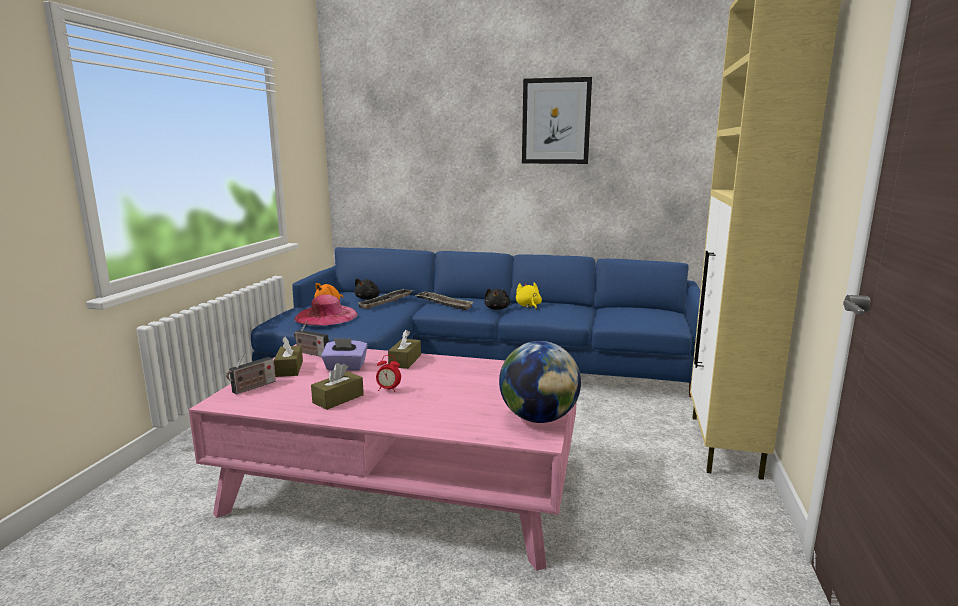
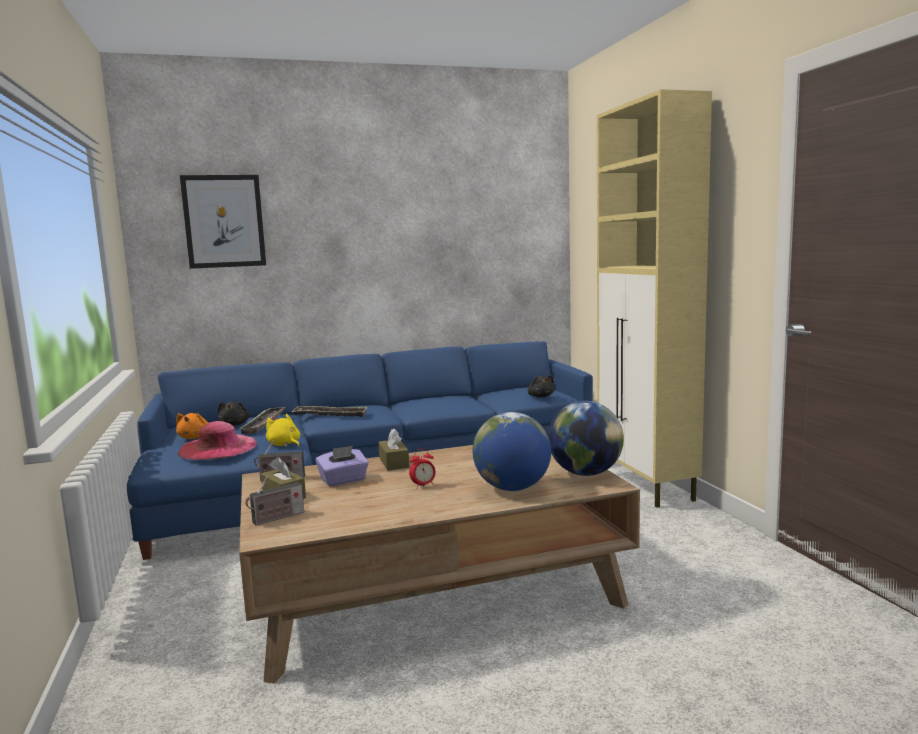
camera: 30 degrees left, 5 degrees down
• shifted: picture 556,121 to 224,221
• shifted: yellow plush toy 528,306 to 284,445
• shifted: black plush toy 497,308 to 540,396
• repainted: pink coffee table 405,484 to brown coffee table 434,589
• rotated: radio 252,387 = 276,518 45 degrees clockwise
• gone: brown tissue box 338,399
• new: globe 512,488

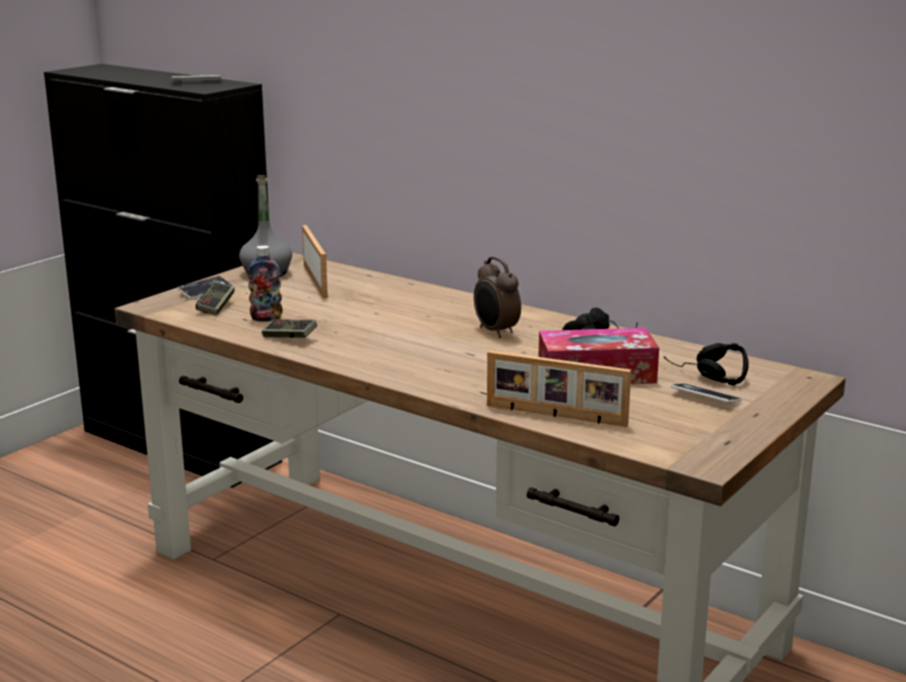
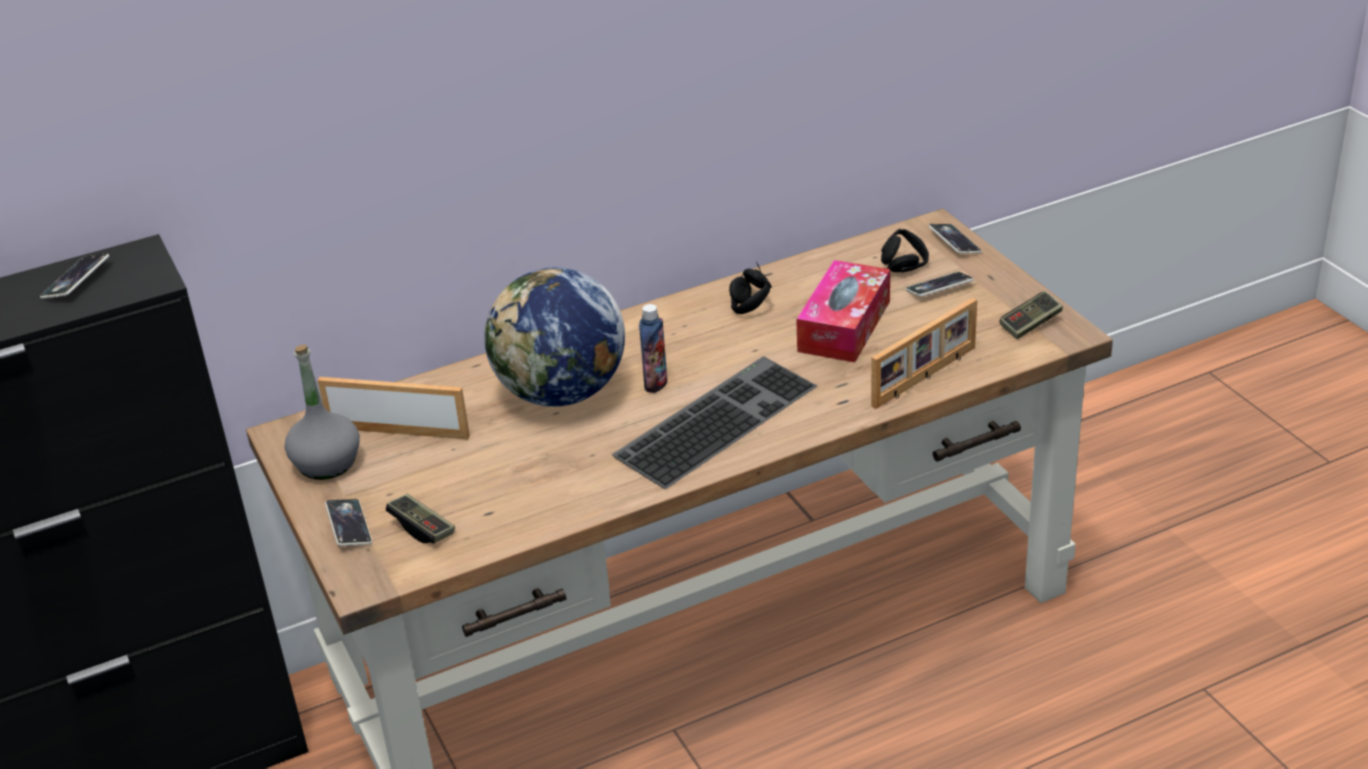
camera: 60 degrees left, 15 degrees up
• shifted: bottle 266,318 to 656,383
• gone: alarm clock 495,332
• shifted: game controller 289,338 to 1030,324
• new: phone 954,242
• new: globe 561,393
• new: keyboard 715,419

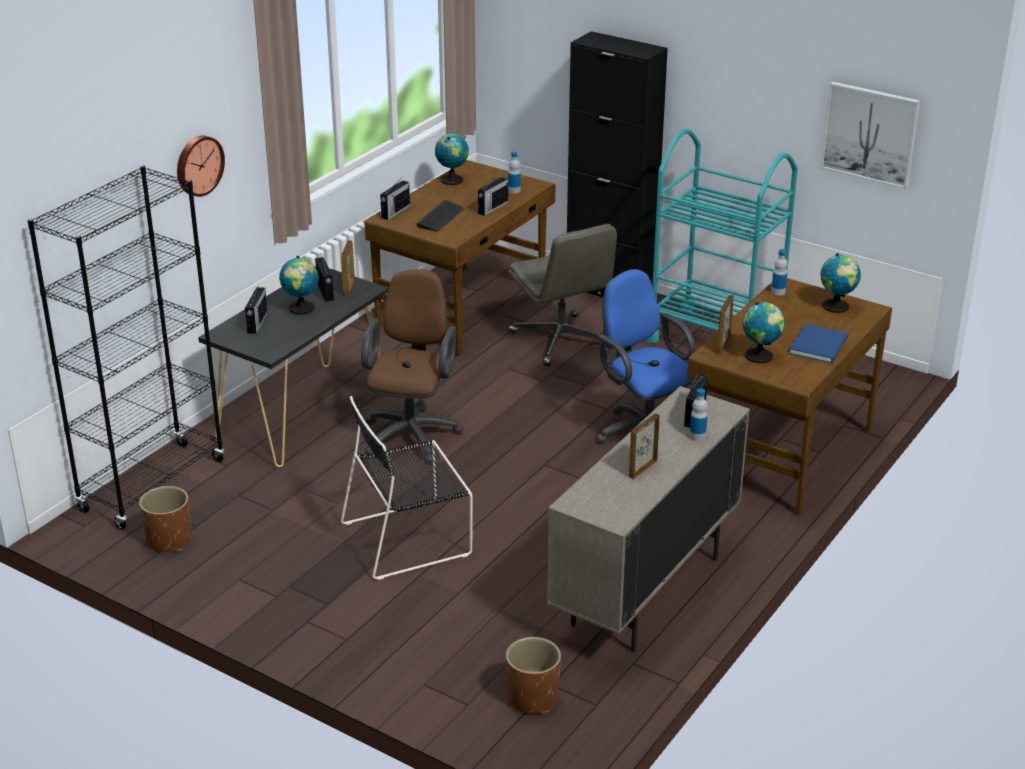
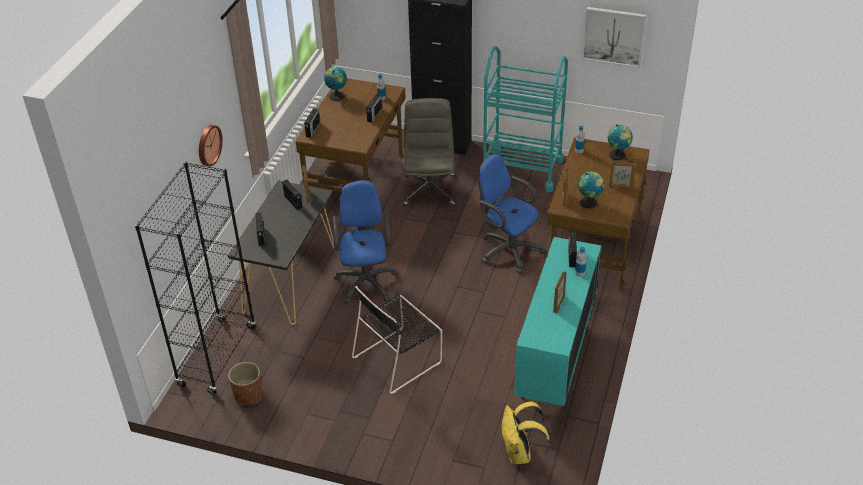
camera: 15 degrees left, 10 degrees up
• gone: keyboard 440,217
• rotated: grey office chair 562,341 = 429,190 135 degrees counterclockwise
• gone: globe 301,309
• repainted: brown office chair 412,433 to blue office chair 366,280
• swapped: blue book 820,345 to picture frame 620,187
• repainted: beige cabinet 645,592 to turquoise cabinet 555,365
• swapped: brown planter 533,698 to yellow backpack 520,454

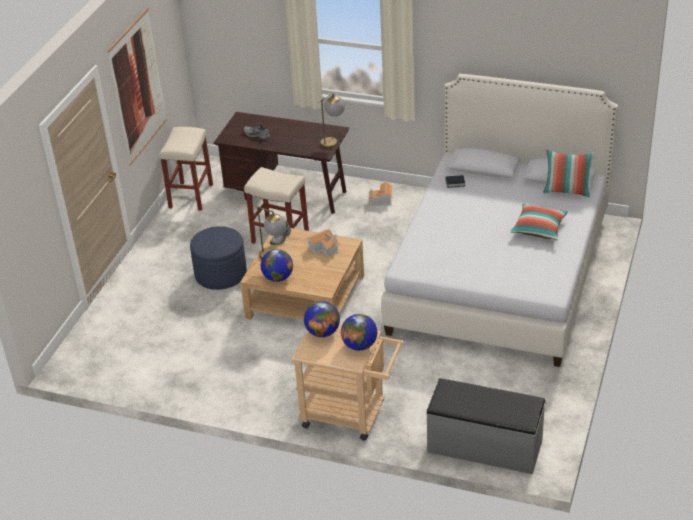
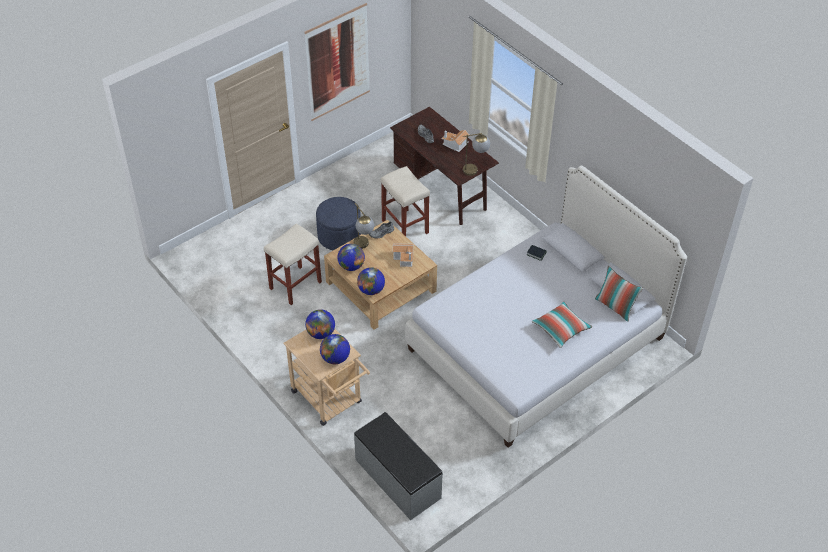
camera: 30 degrees right, 10 degrees up
• shifted: beige stool 191,195 to 295,284
• shifted: toy house 381,201 to 455,144
• new: globe 371,290

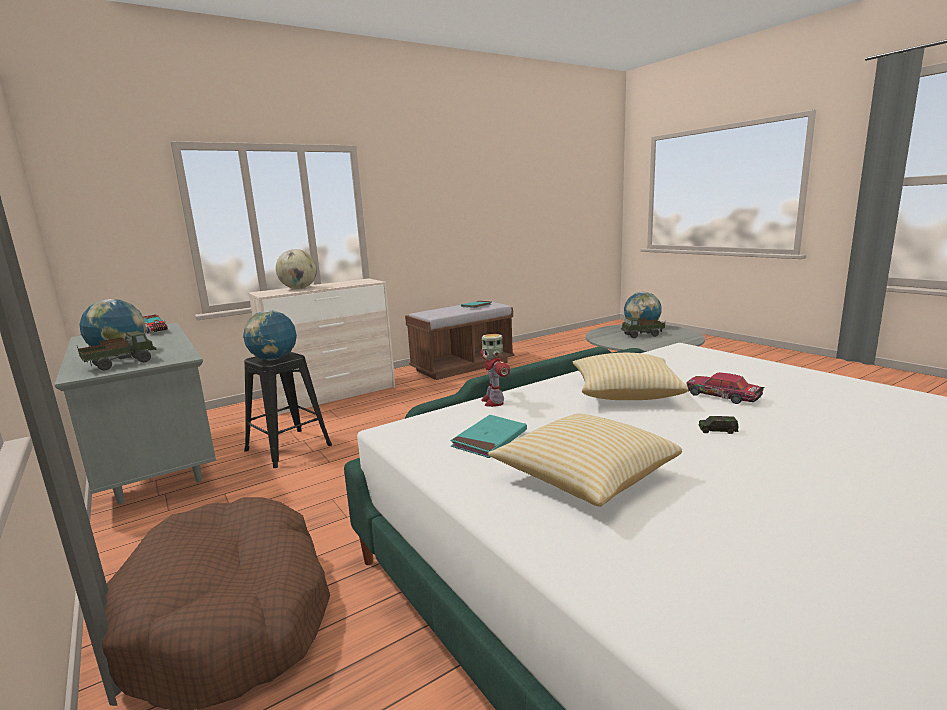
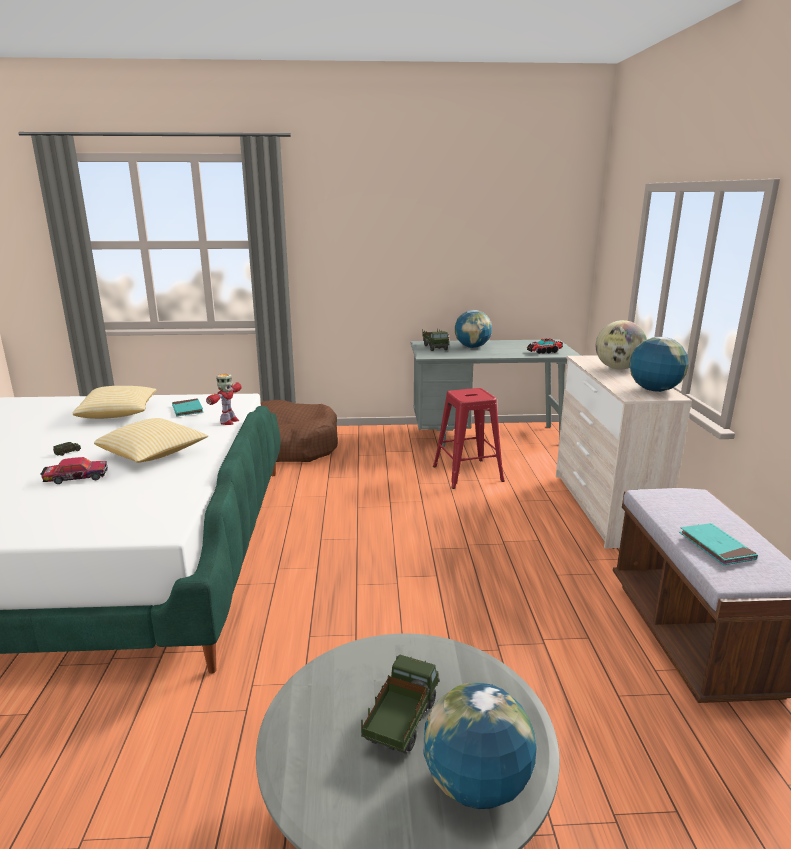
camera: 120 degrees right, 5 degrees up
• shifted: globe 274,359 to 654,390
• rotated: toy robot 493,401 = 228,422 90 degrees clockwise
• repainted: black stool 289,447 to red stool 467,474

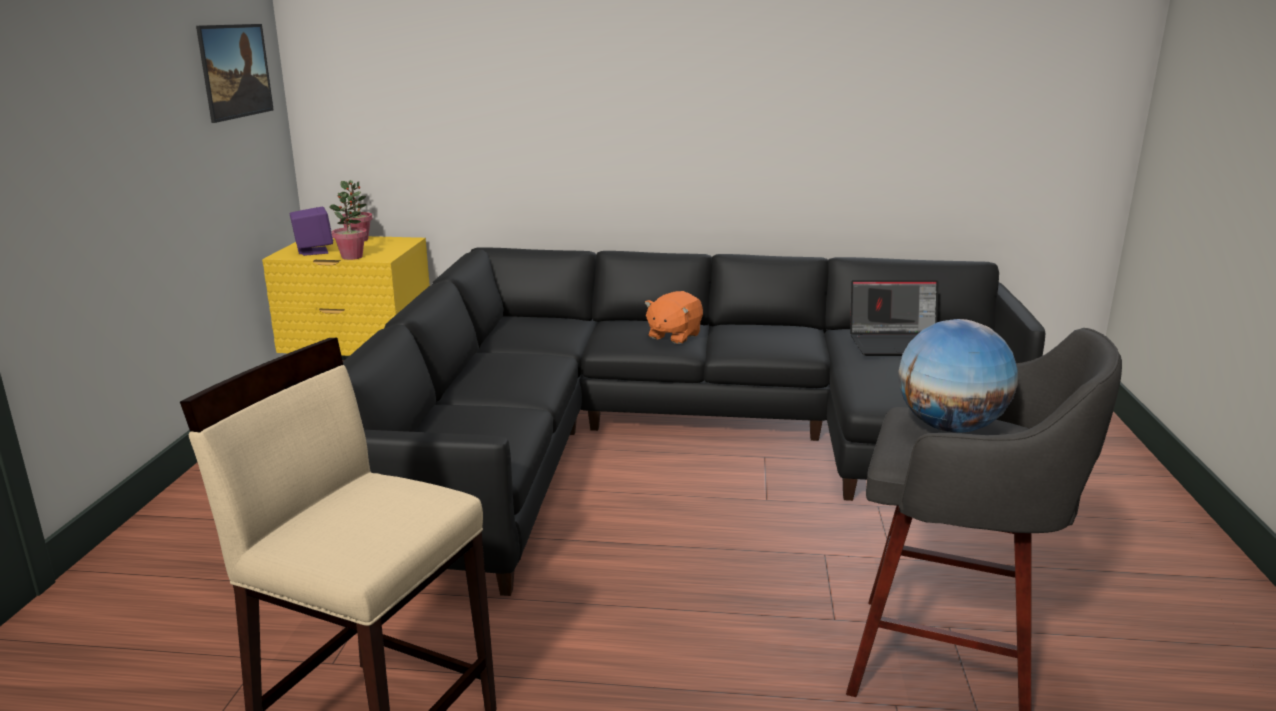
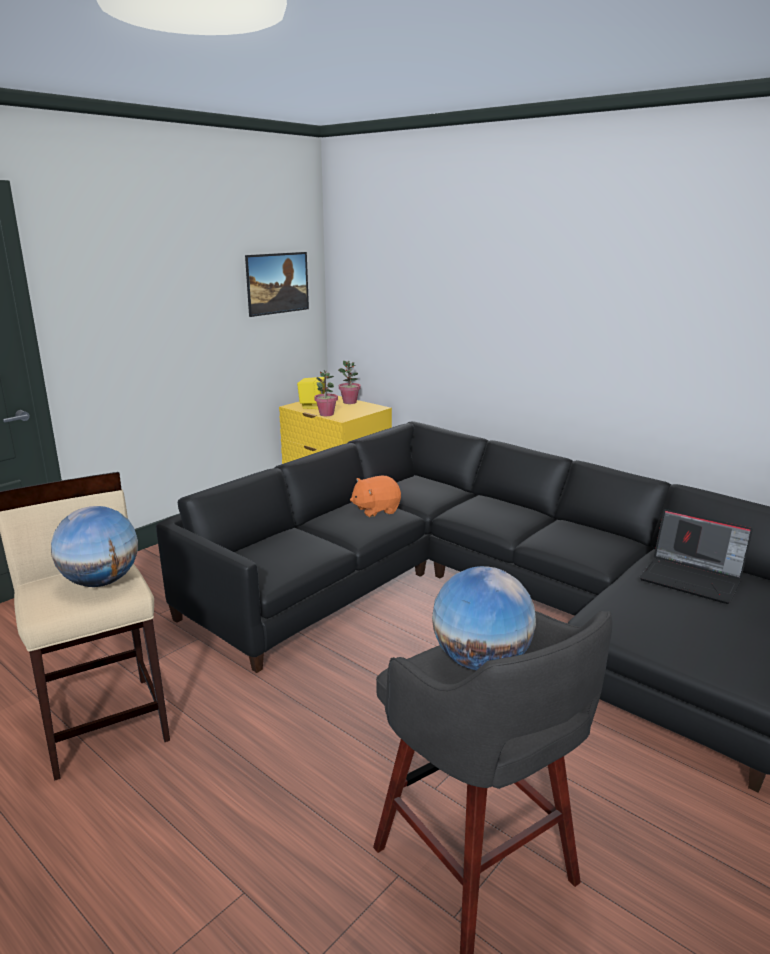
camera: 35 degrees right, 0 degrees up
• repainted: purple speaker 314,251 to yellow speaker 313,406
• shifted: orange plush toy 673,336 to 376,510
• new: globe 101,582

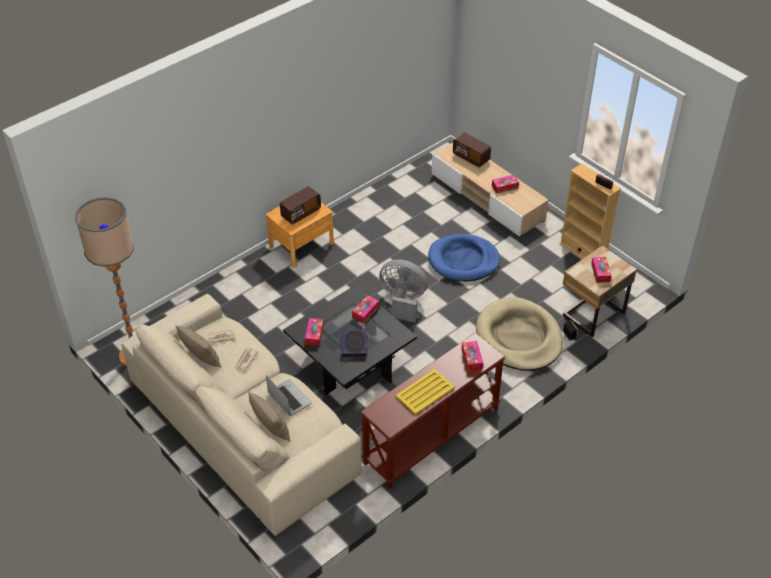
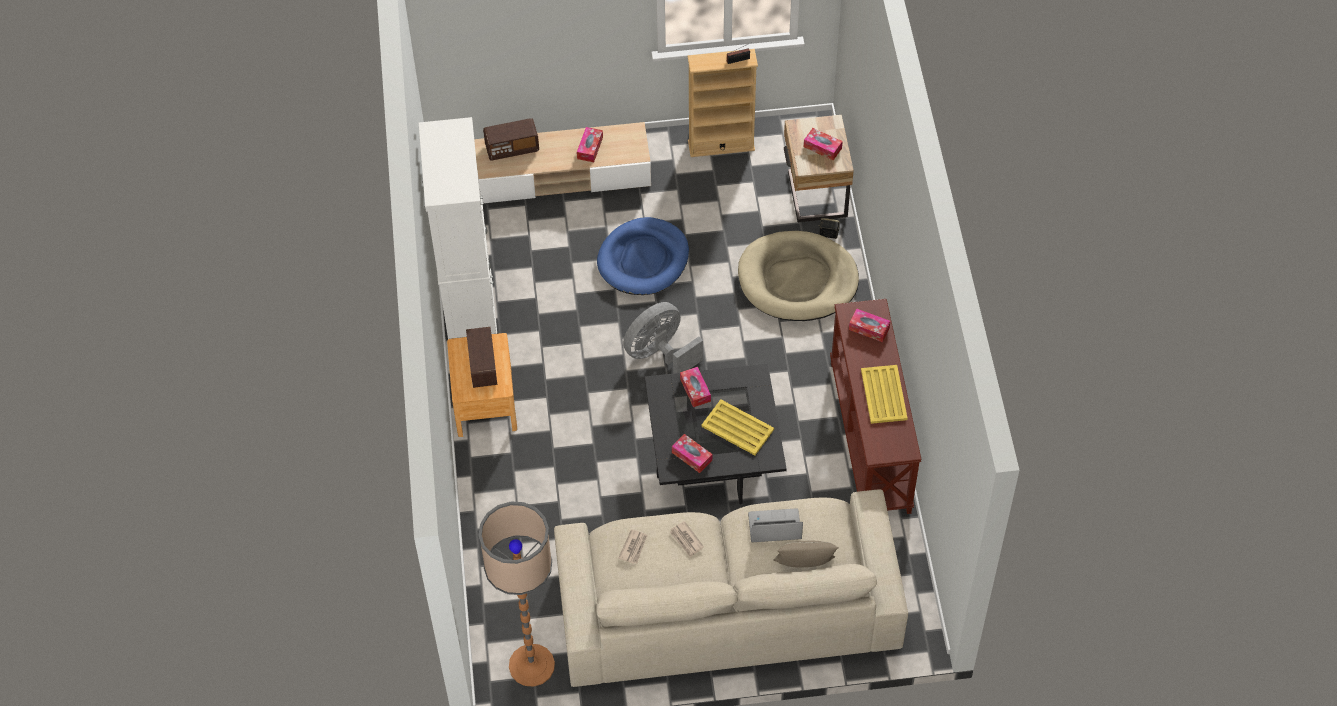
camera: 55 degrees left, 10 degrees up
• gone: beige pillow 201,359
• swapped: book 354,345 to yellow tray 737,427
• new: white cabinet 470,311

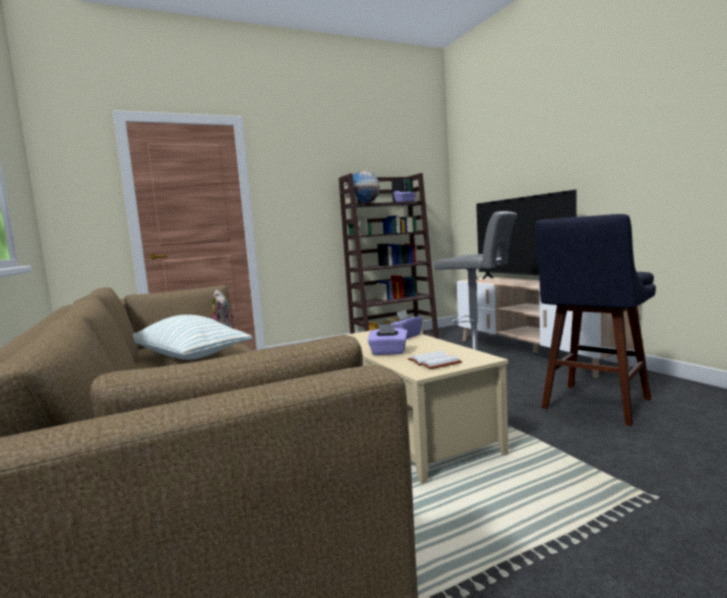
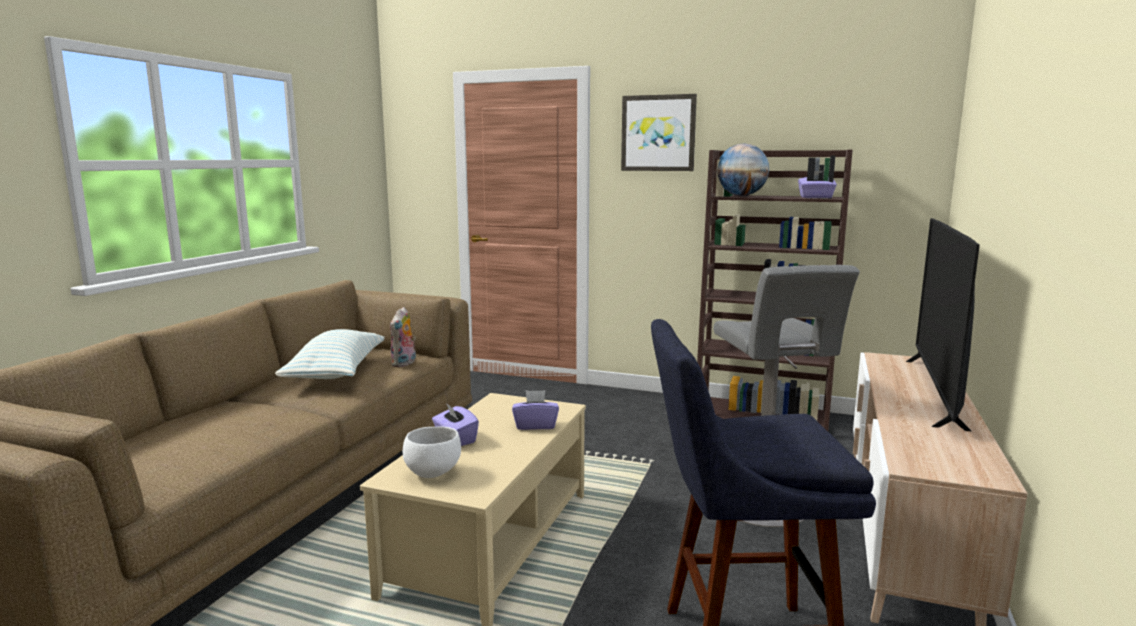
camera: 45 degrees right, 5 degrees up
• swapped: white book 432,362 to white bowl 432,472
• new: picture 658,133

